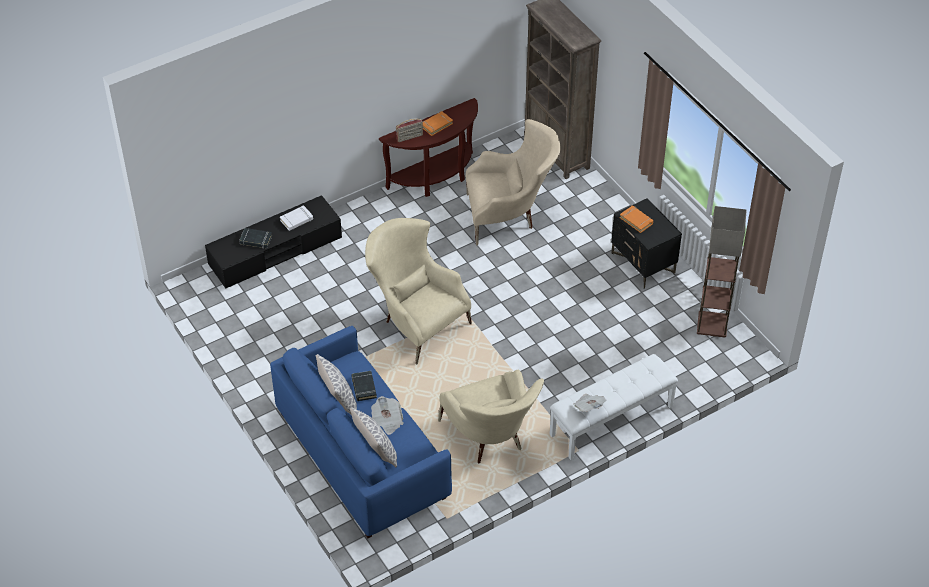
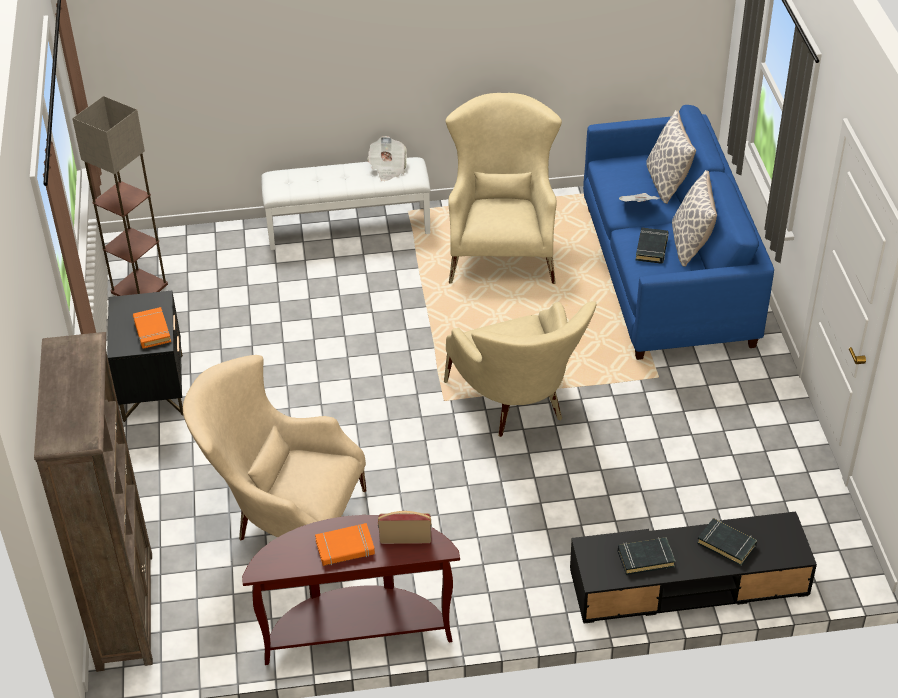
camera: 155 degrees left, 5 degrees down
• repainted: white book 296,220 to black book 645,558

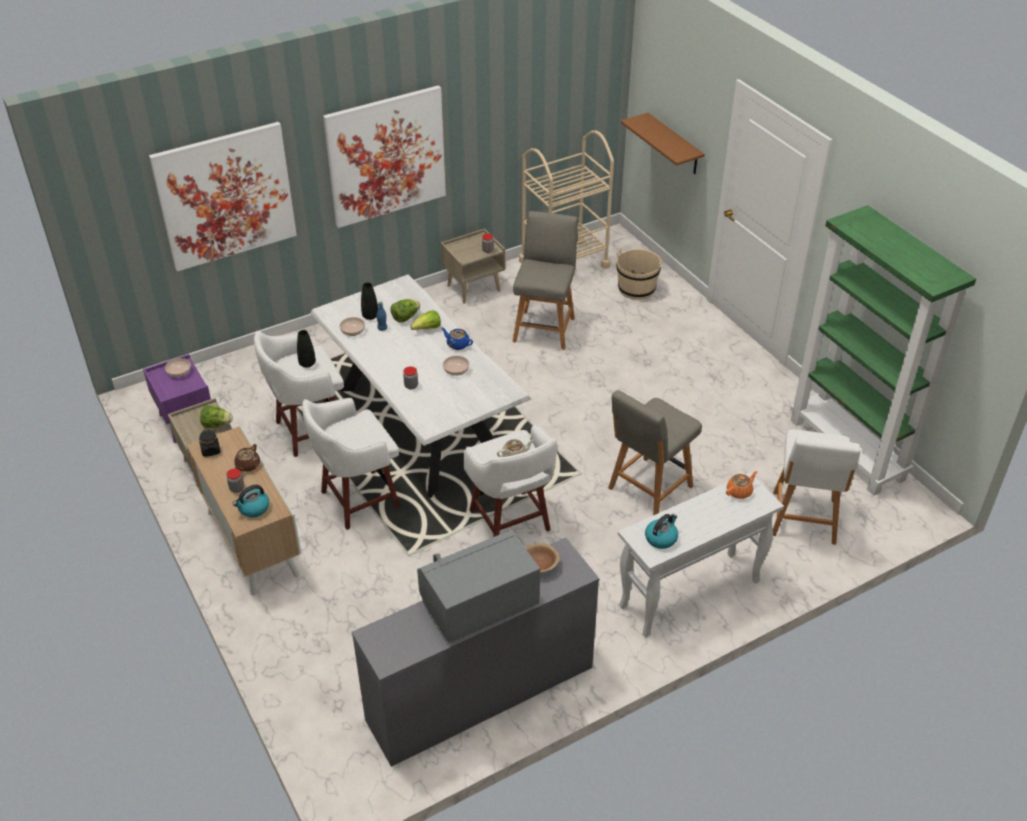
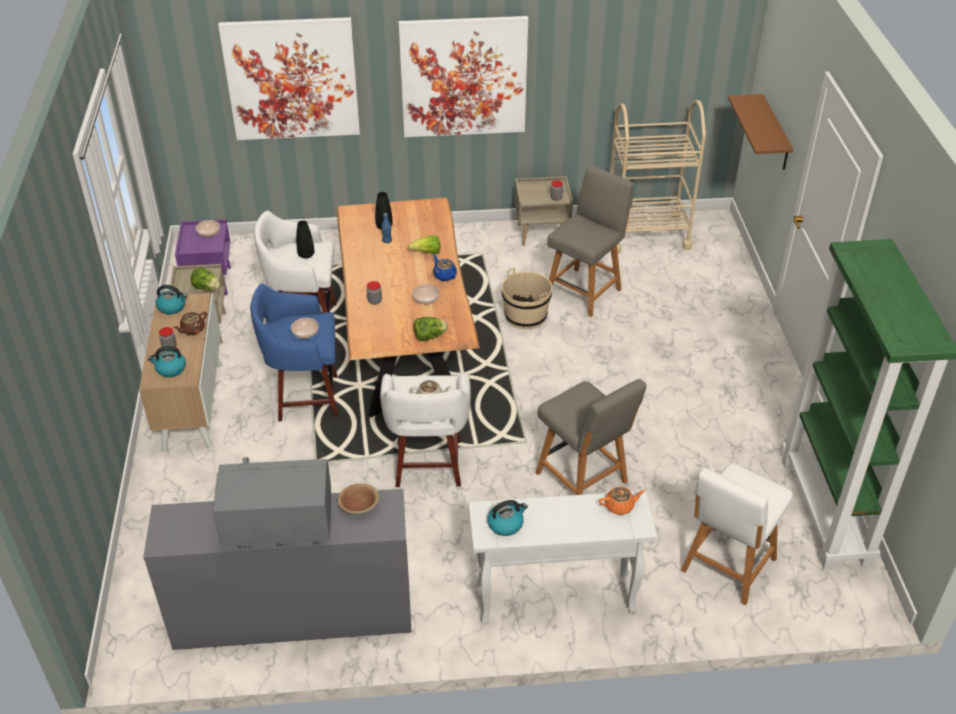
camera: 25 degrees right, 0 degrees up
• shifted: beige bucket 636,289 to 525,316
• repainted: white dining table 420,425 to brown dining table 406,347
• shifted: lettuce 405,317 to 429,336
• shifted: bowl 352,331 to 305,333
• rotated: grey chair 648,489 = 583,479 105 degrees counterclockwise
• repainted: white stool 357,500 to blue stool 305,398
• swapped: black jar 211,450 to kettle 172,307

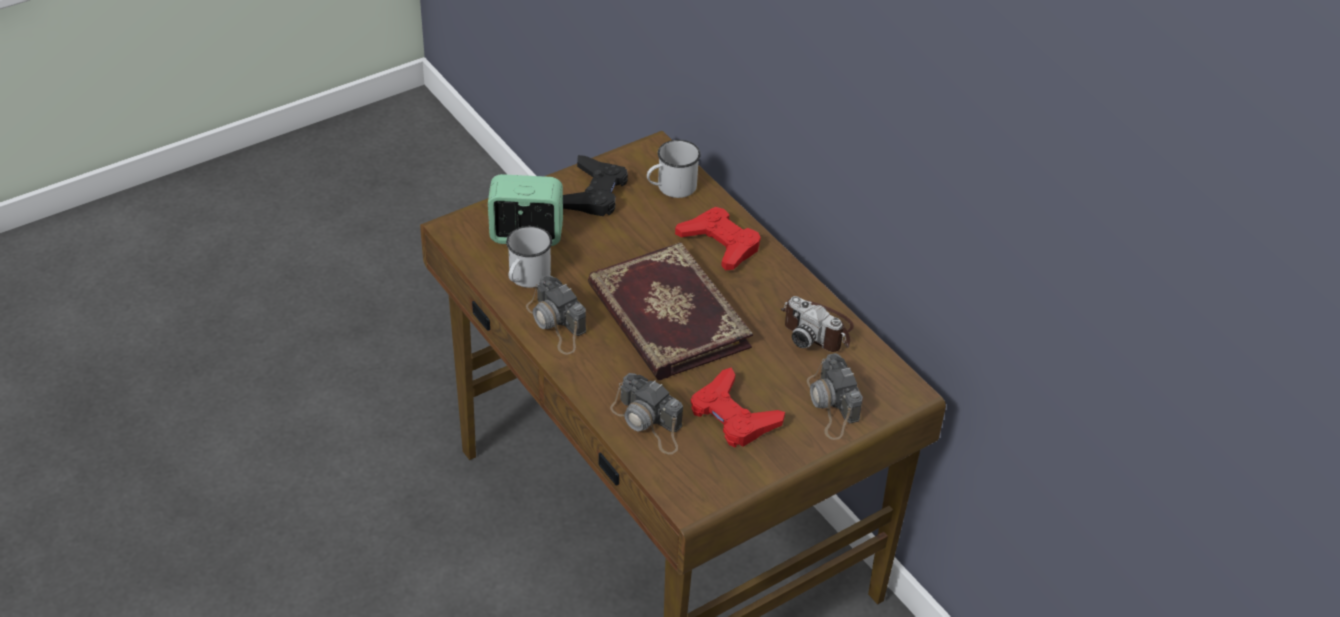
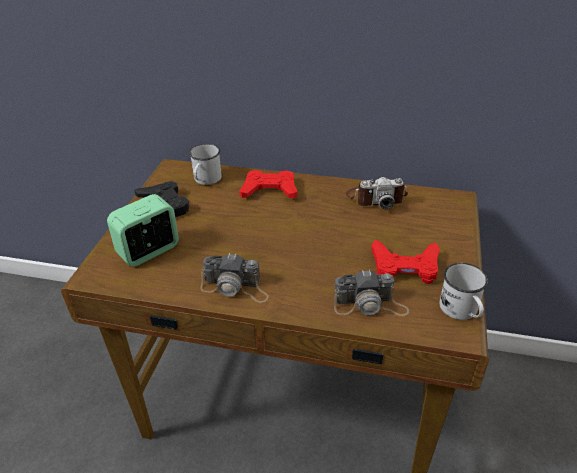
camera: 40 degrees left, 5 degrees down
• shifted: white mug 526,278 to 461,311
• gone: book 666,317
• gone: photo camera 832,405

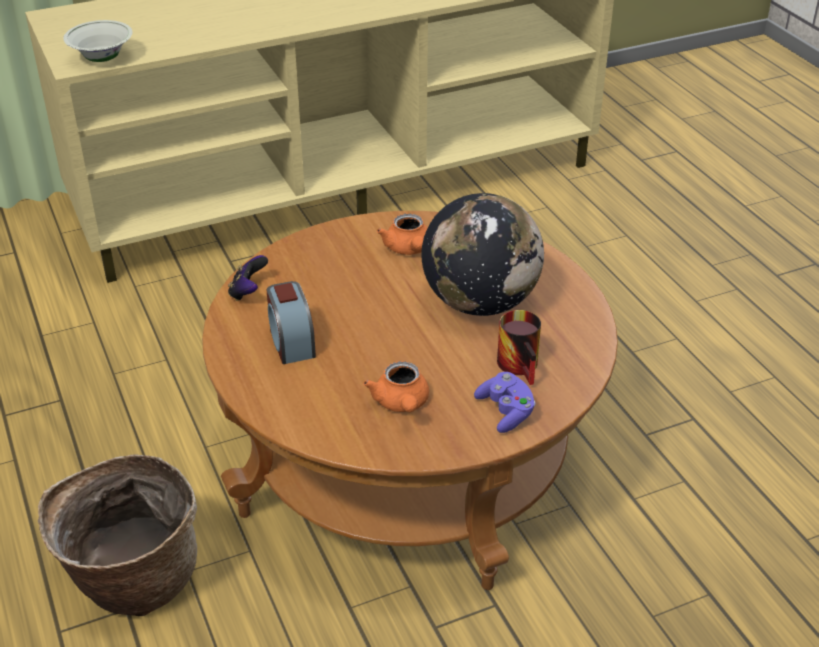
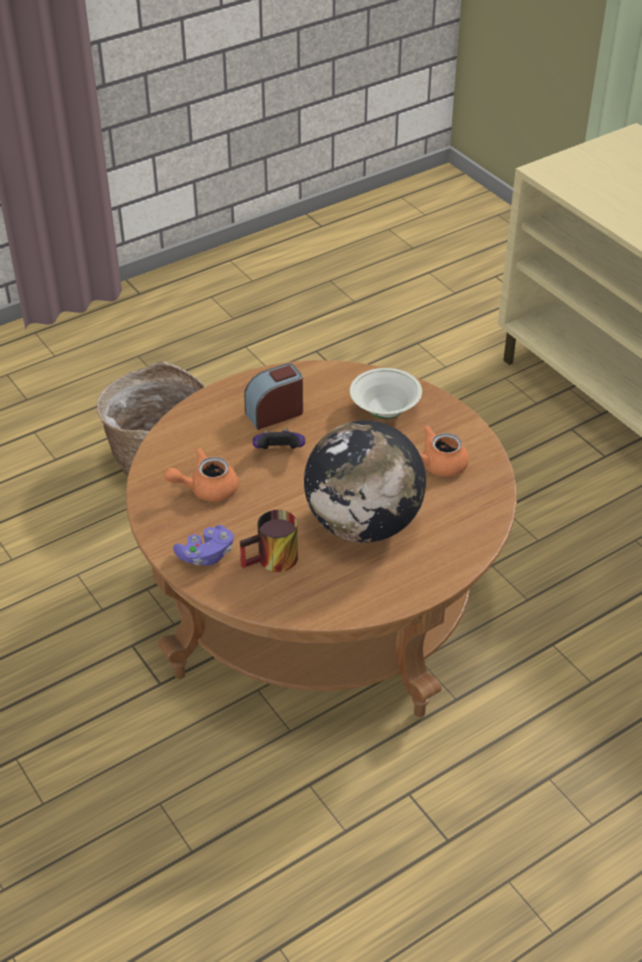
camera: 80 degrees right, 5 degrees up
• shifted: white bowl 102,59 to 385,411
• shifted: game controller 248,292 to 279,452

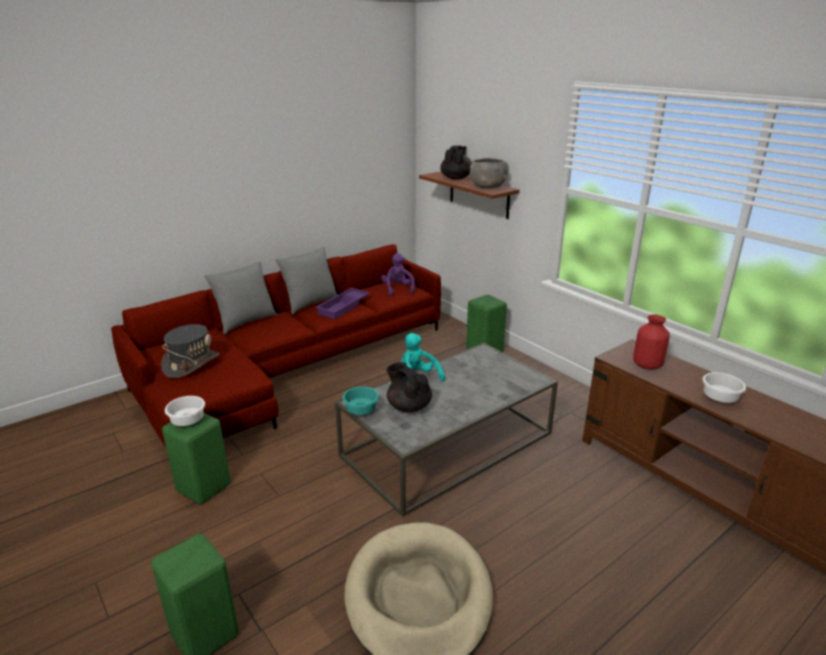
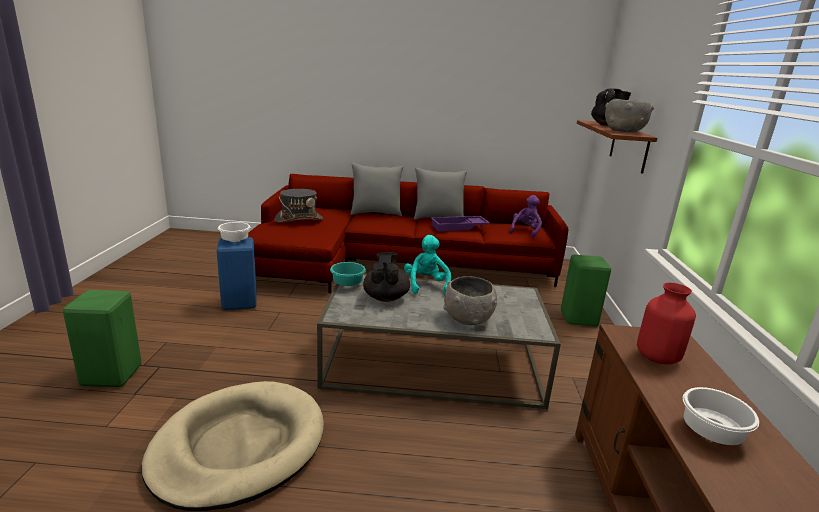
camera: 40 degrees right, 5 degrees down
• repainted: green stool 202,488 to blue stool 238,302
• new: grey bowl 467,319

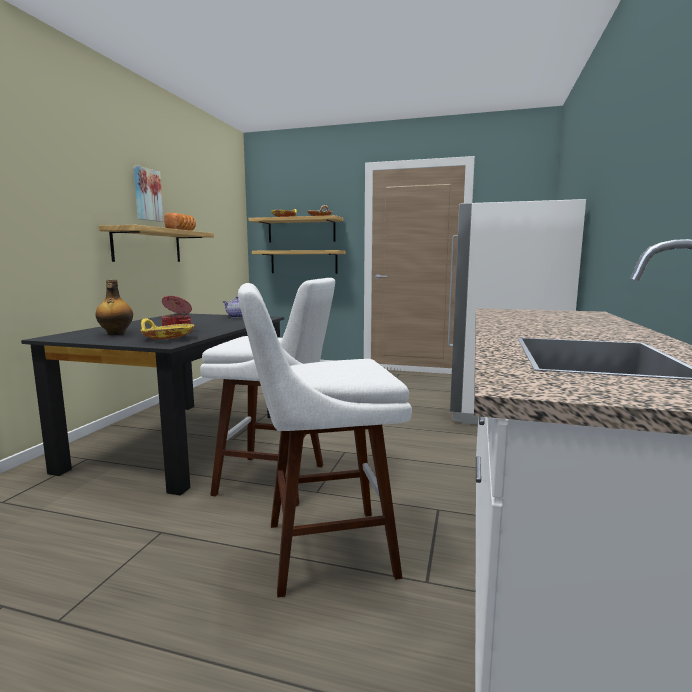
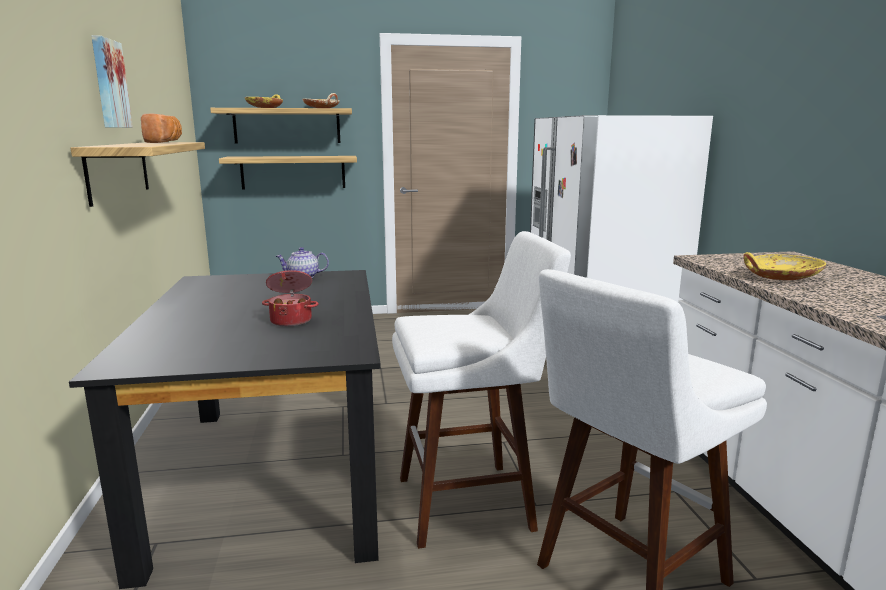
camera: 25 degrees left, 5 degrees up
• gone: bottle 116,334
• shifted: yellow bowl 167,338 to 780,278

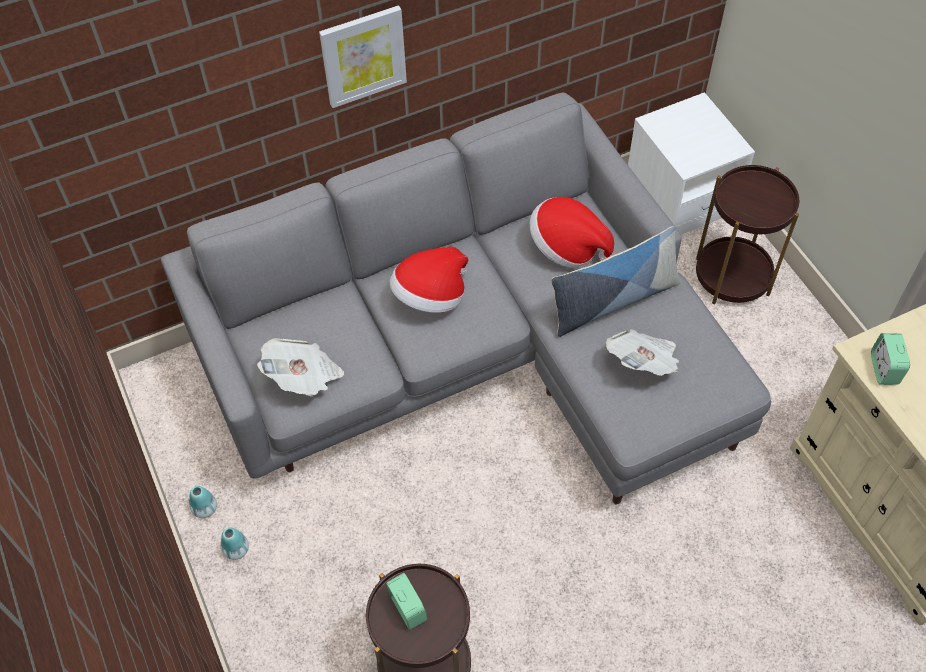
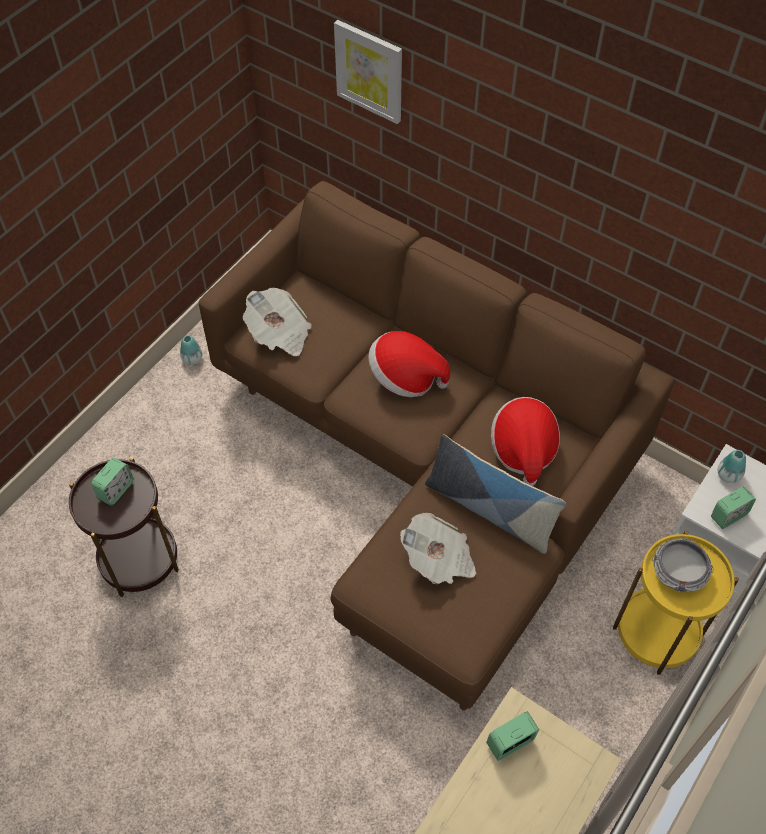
camera: 60 degrees right, 0 degrees up
• shifted: picture 363,55 to 369,71
• repainted: grey sofa 474,357 to brown sofa 428,464
• repainted: brown side table 732,276 to yellow side table 657,632
• shifted: vase 236,550 to 728,475
• new: alarm clock 728,515
• new: bowl 679,571

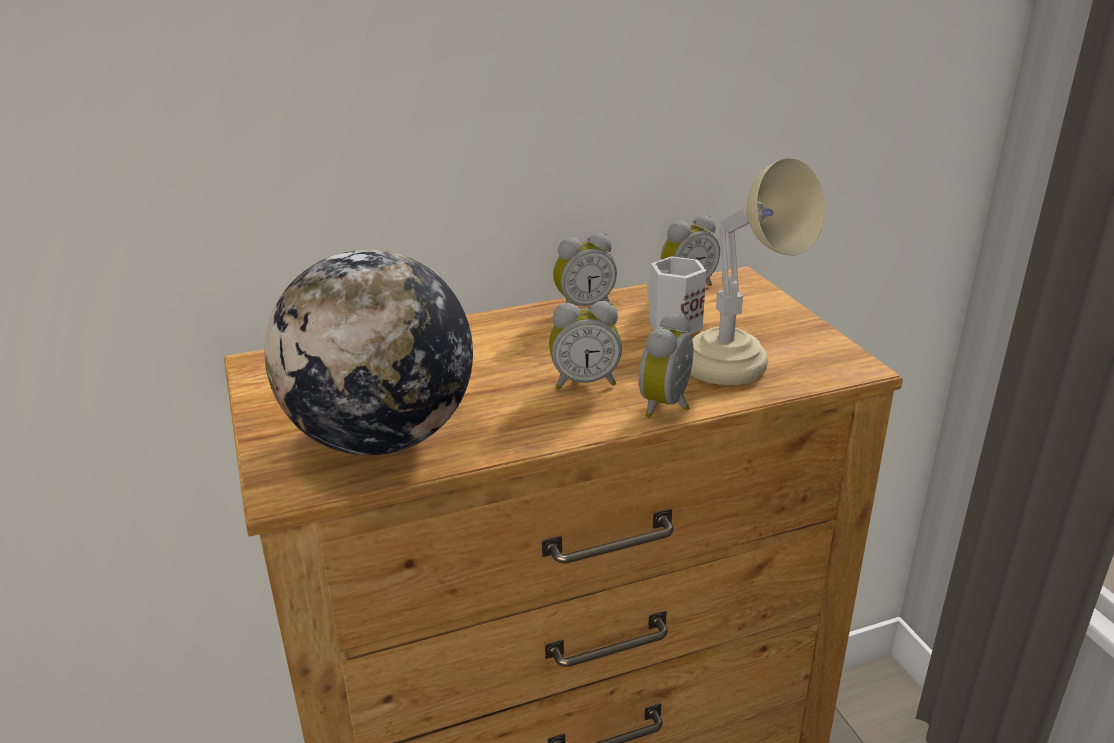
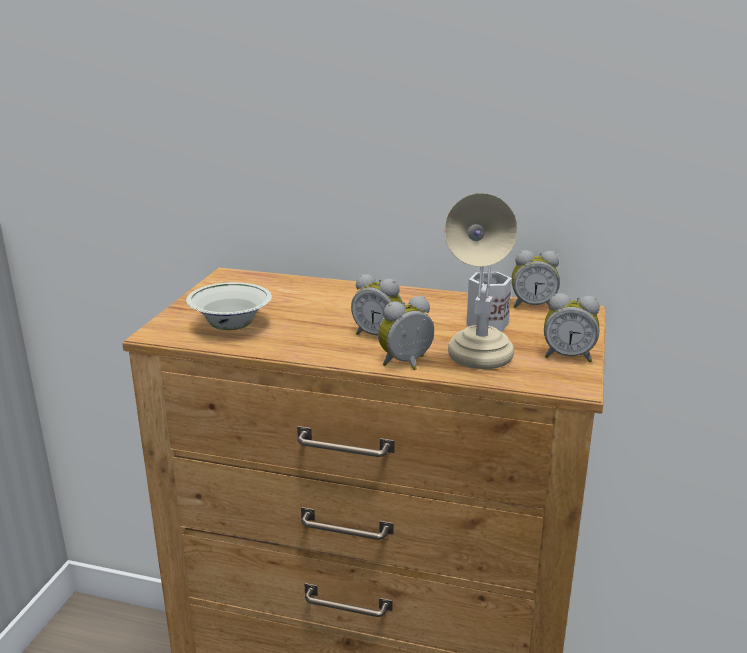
camera: 35 degrees right, 5 degrees down
• shifted: alarm clock 583,306 to 568,356
• swapped: globe 382,438 to white bowl 231,327

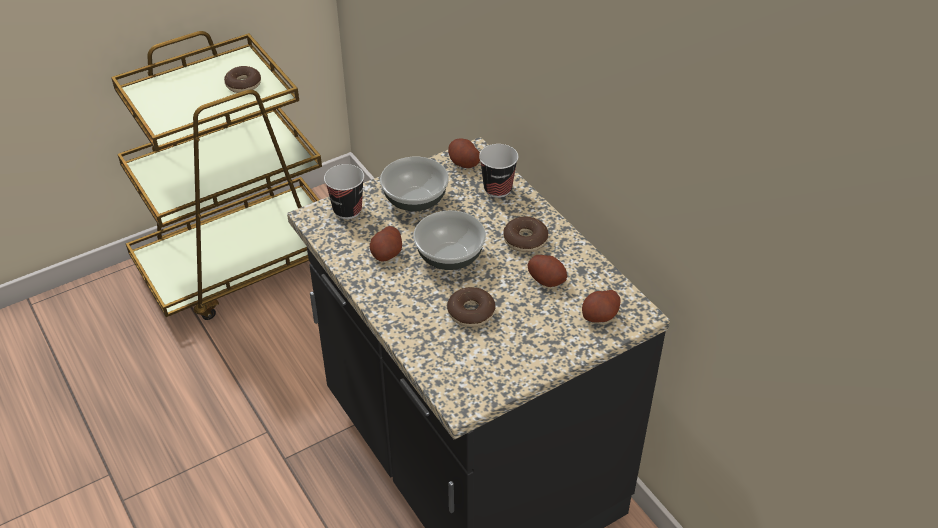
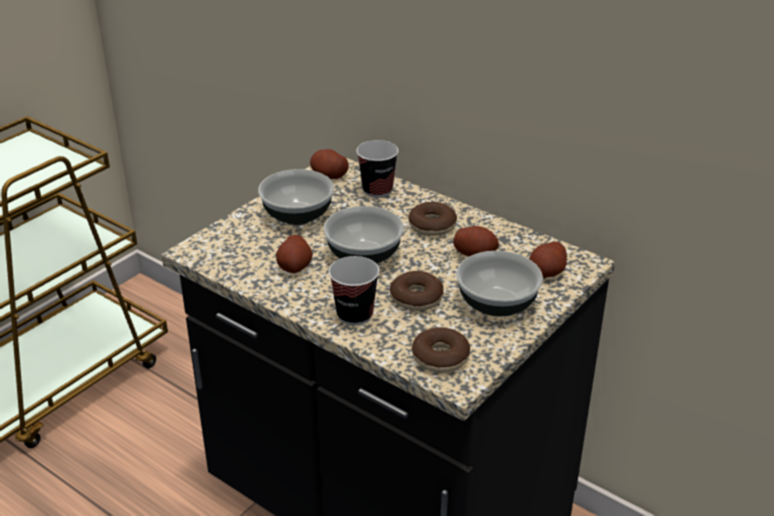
camera: 20 degrees left, 10 degrees down
• shifted: donut 243,84 to 440,357
• shifted: cup 347,210 to 355,315
• new: bowl 496,304

